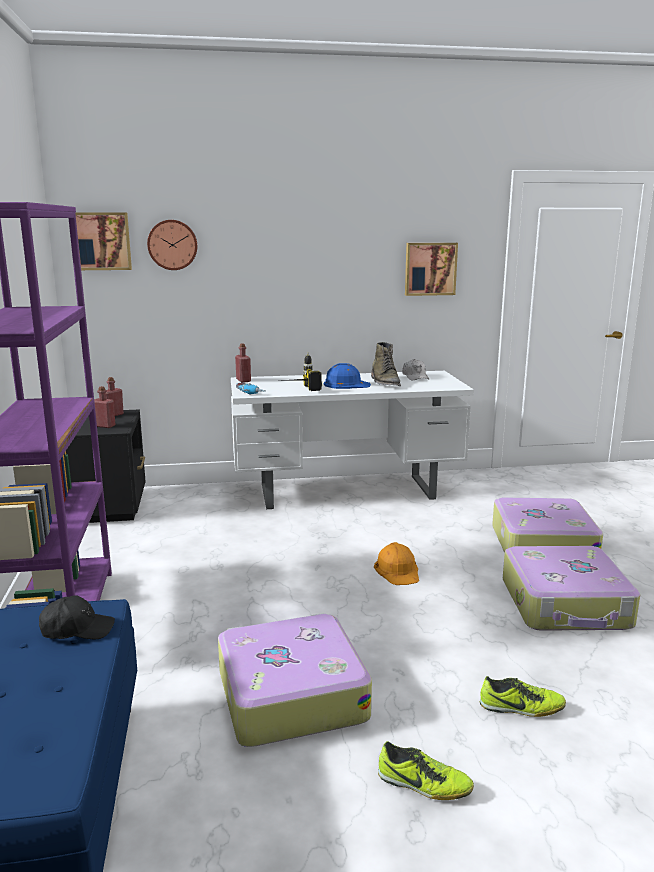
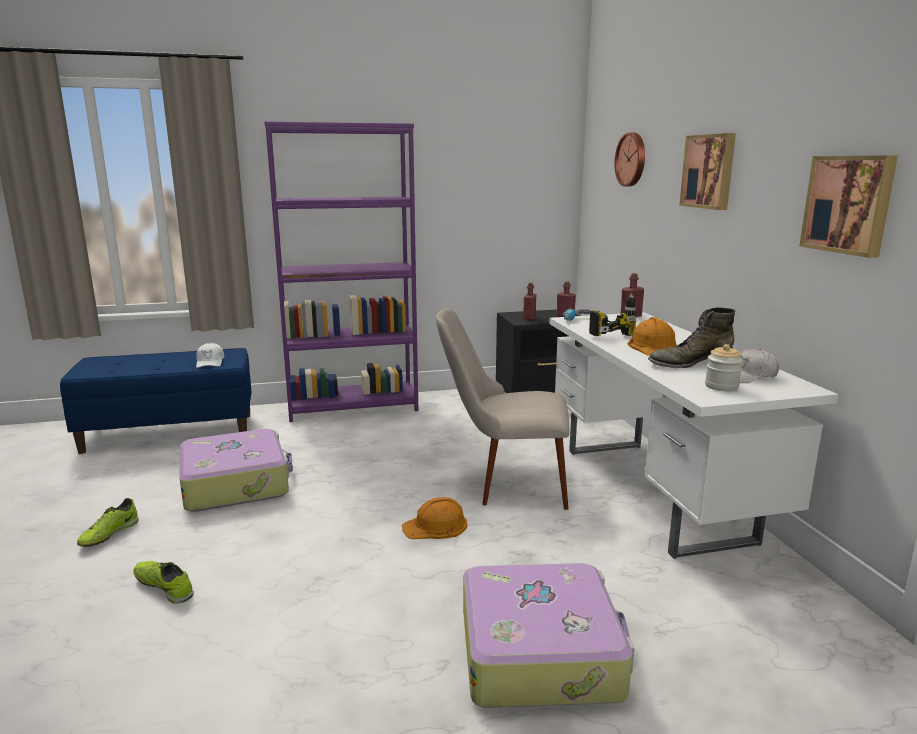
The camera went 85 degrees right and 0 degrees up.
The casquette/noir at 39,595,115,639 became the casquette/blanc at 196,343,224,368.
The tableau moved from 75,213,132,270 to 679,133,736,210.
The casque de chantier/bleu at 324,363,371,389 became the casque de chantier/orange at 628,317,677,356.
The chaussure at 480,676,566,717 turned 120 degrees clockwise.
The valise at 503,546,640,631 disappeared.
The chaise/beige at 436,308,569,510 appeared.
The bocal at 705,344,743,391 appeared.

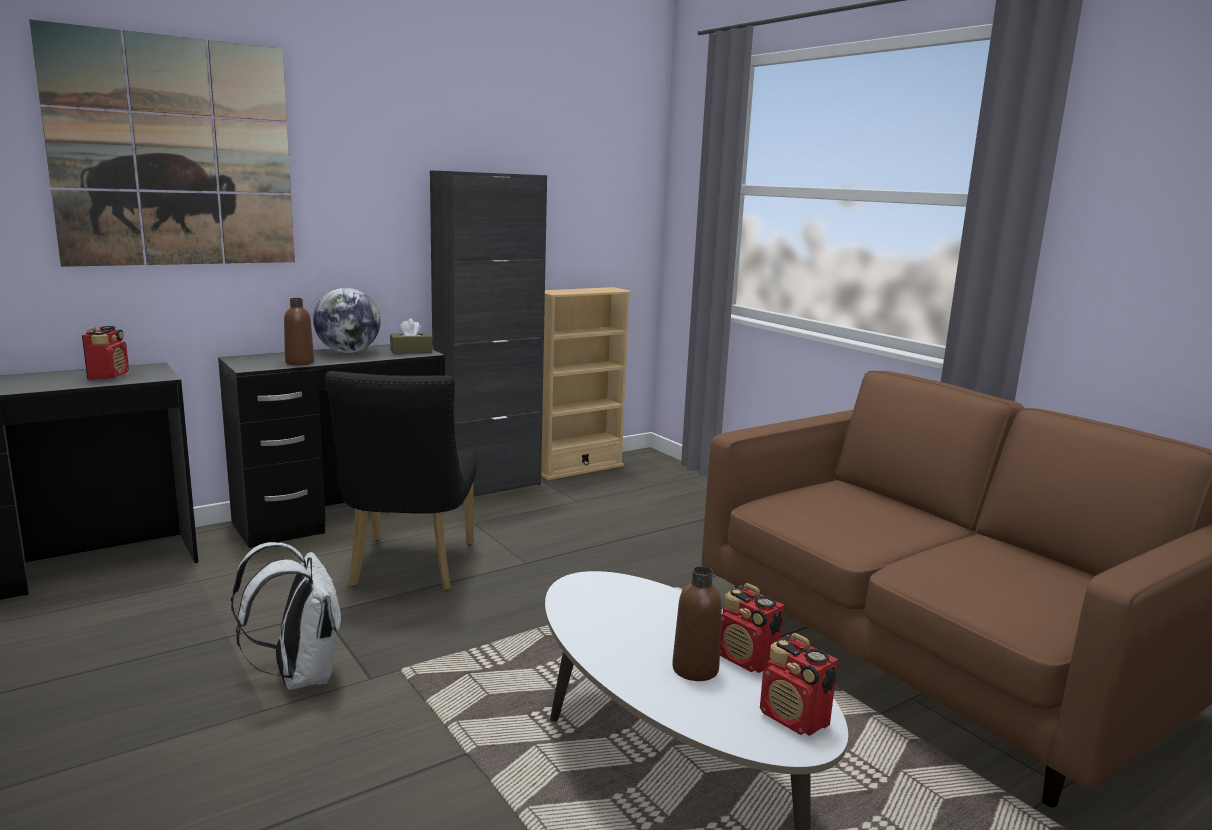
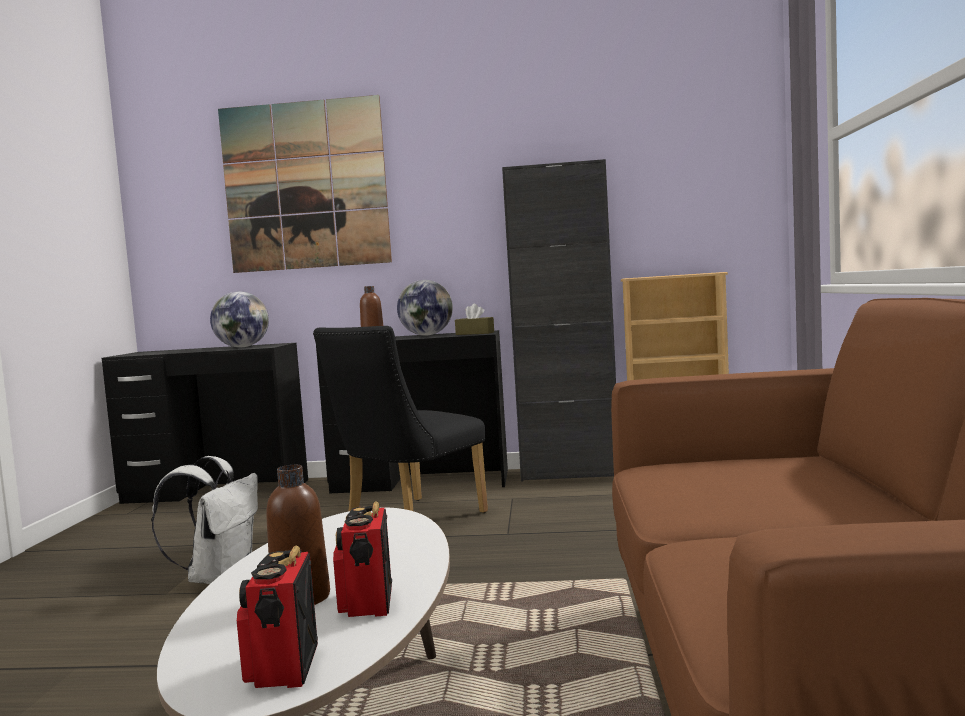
The camera went 40 degrees right and 10 degrees down.
The radio at 82,326,129,380 was replaced by the globe at 210,292,269,347.

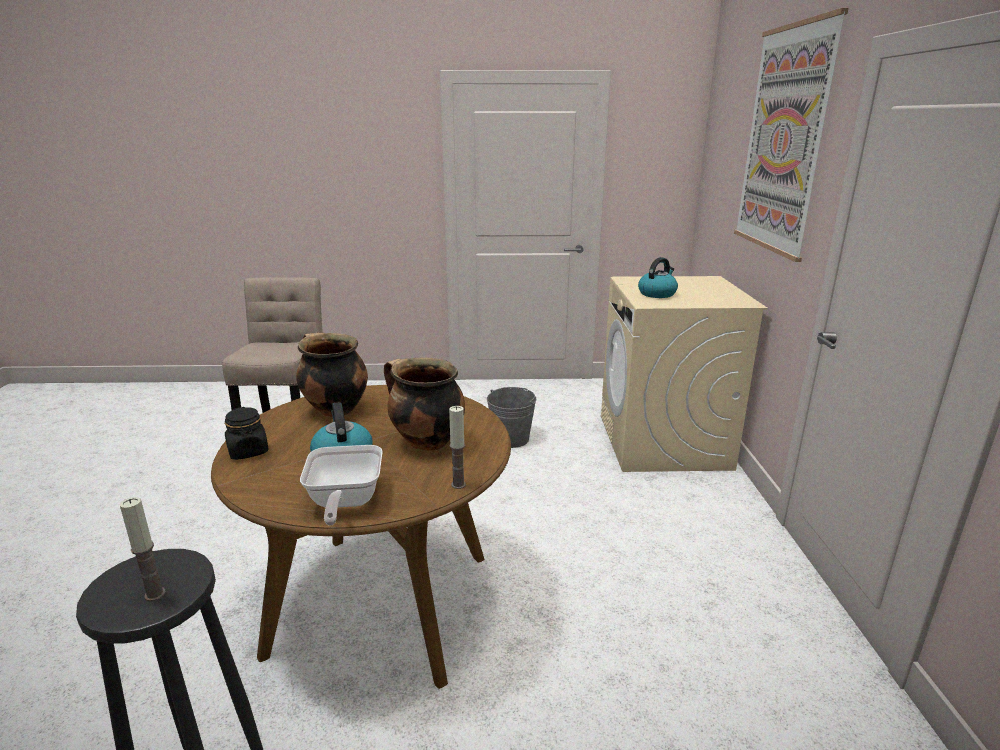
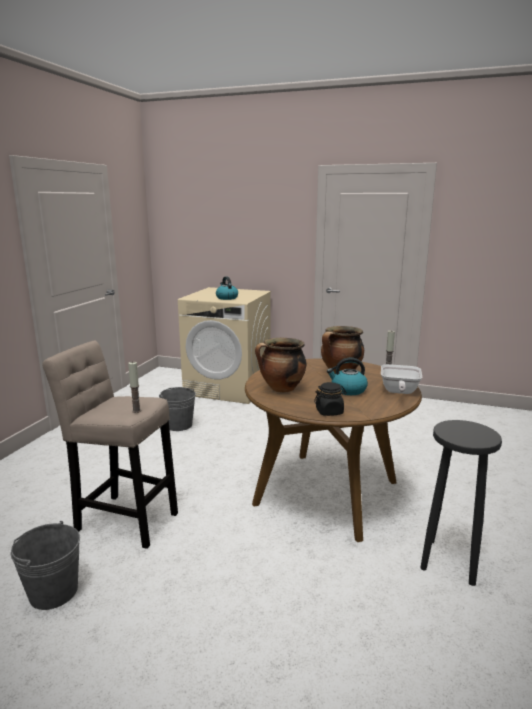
The camera went 70 degrees left and 5 degrees down.
The bougie moved from 120,497,166,601 to 128,361,141,413.
The poêle at 300,445,383,526 turned 90 degrees clockwise.
The tableau at 734,8,848,262 disappeared.
The seau/gris at 11,521,80,610 appeared.

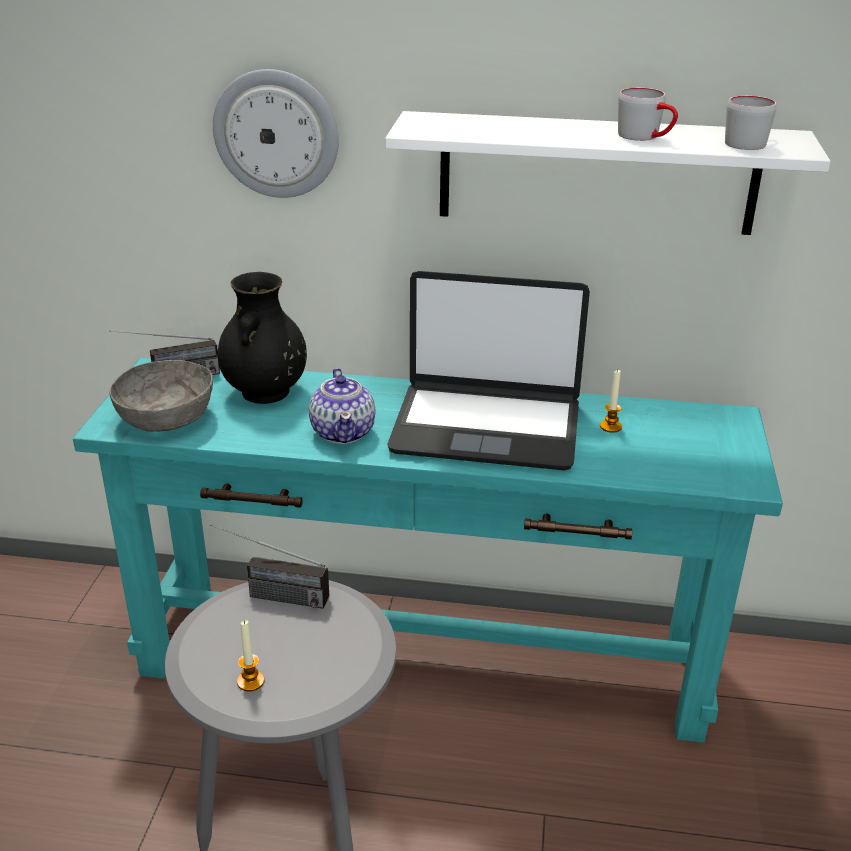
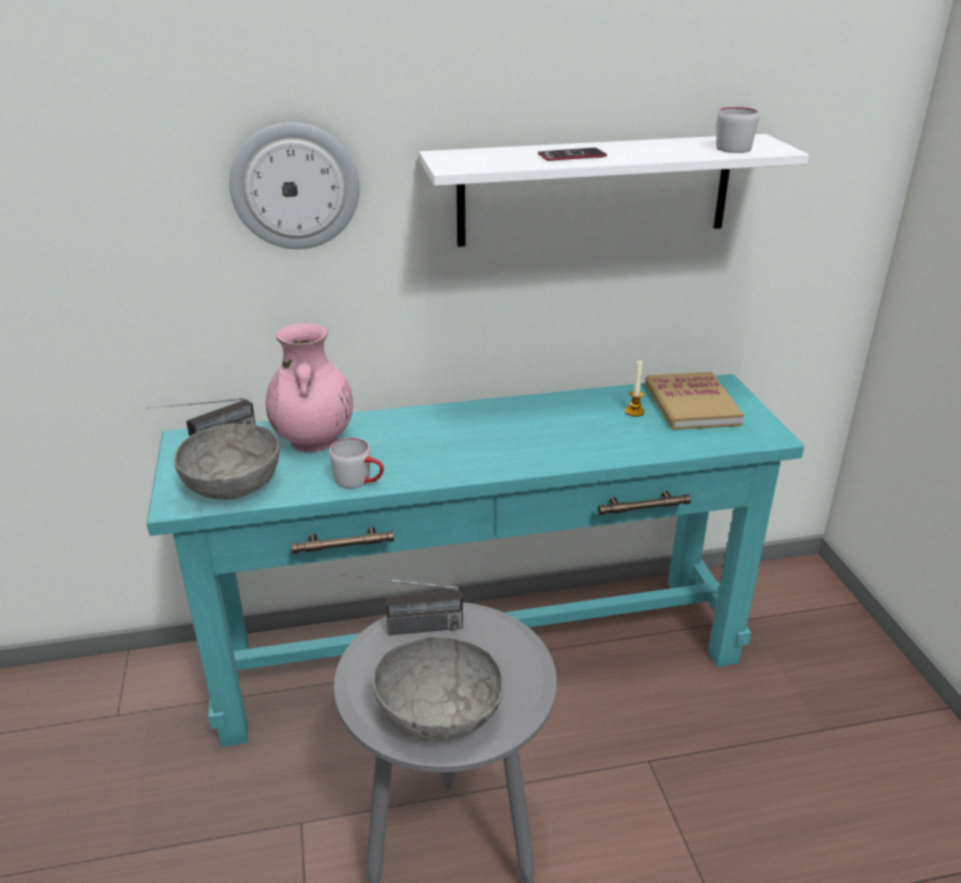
The camera went 20 degrees left and 0 degrees up.
The vase/noir at 218,272,307,404 became the vase/rose at 266,323,353,452.
The bougie at 237,620,265,692 was replaced by the bol/gris at 372,636,504,741.
The théière at 309,368,375,444 disappeared.
The ordinateur portable at 387,271,590,470 disappeared.
The mug/gris moved from 618,88,678,141 to 329,438,384,488.
The téléphone at 538,148,607,161 appeared.
The livre at 645,372,744,430 appeared.

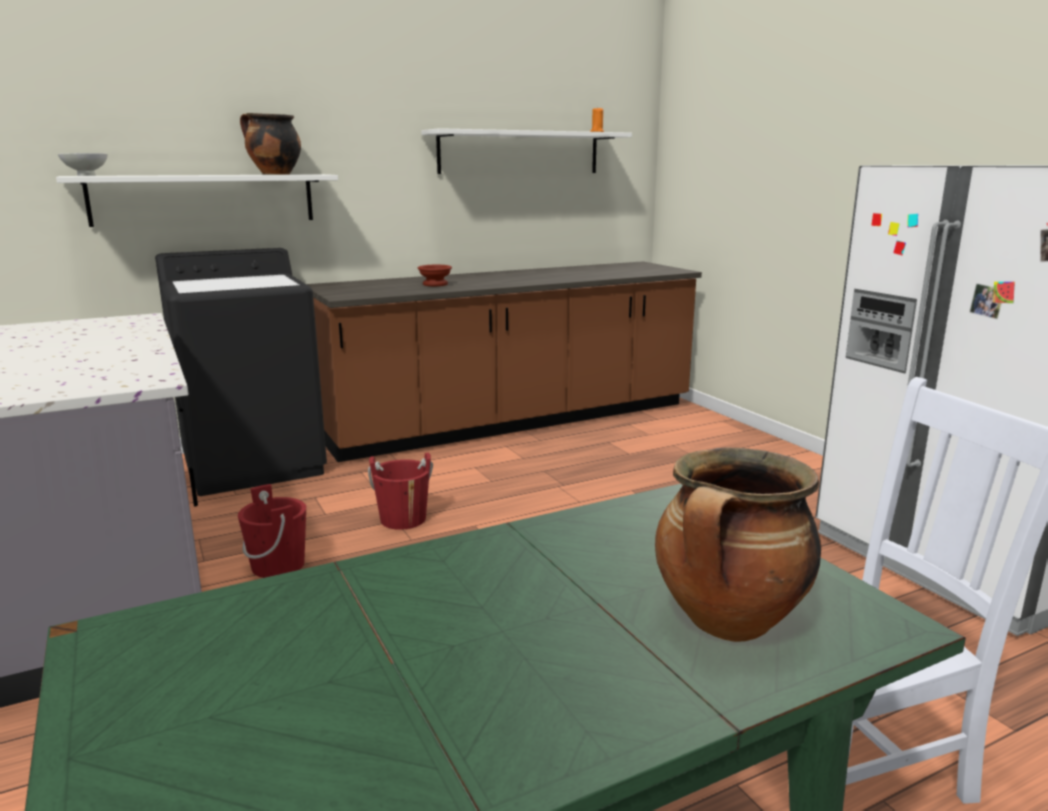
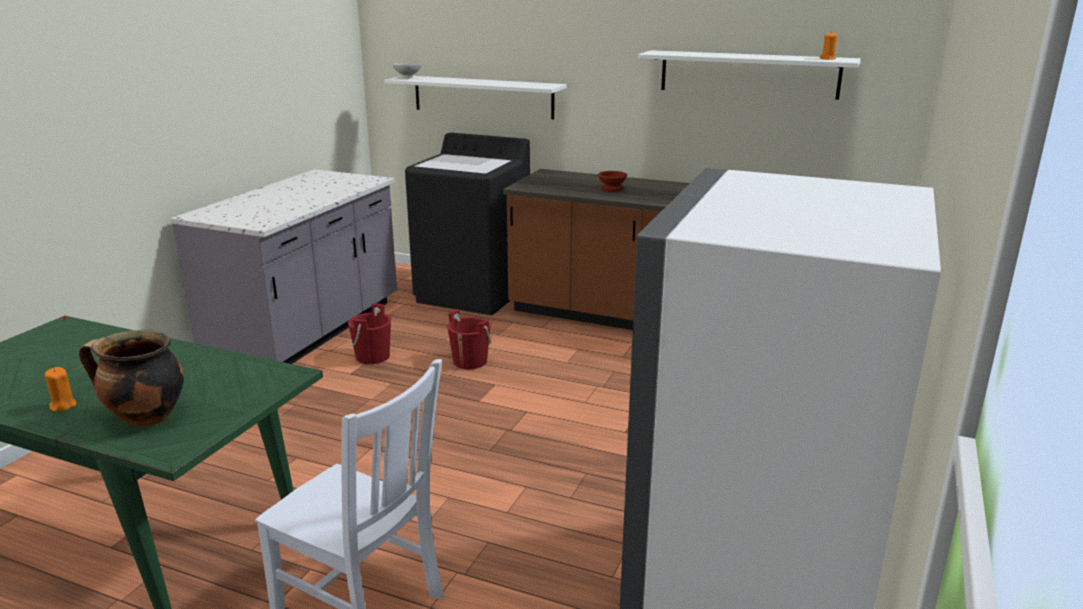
The camera went 50 degrees right and 5 degrees up.
The marmite at 240,113,301,175 disappeared.
The bougie/orange at 45,367,76,412 appeared.

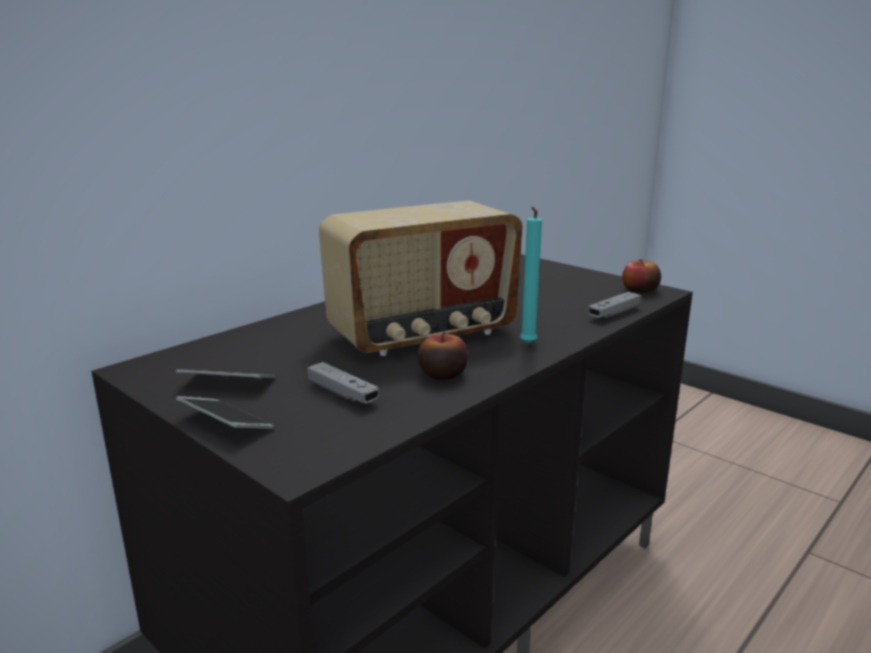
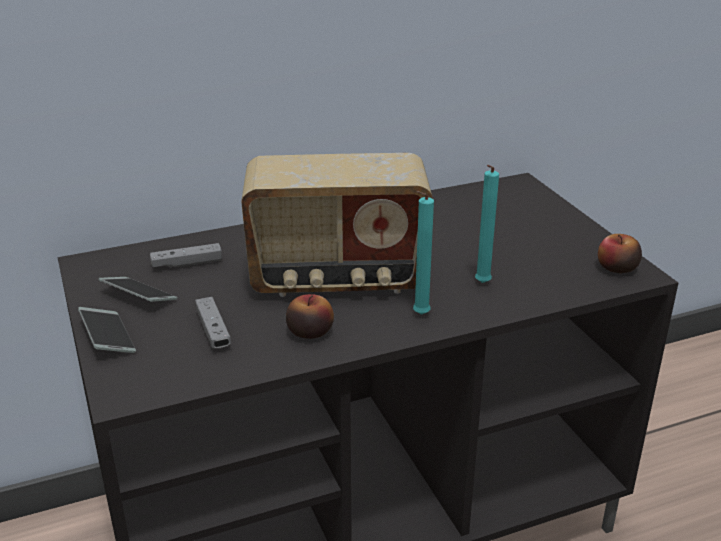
The camera went 25 degrees right and 10 degrees up.
The manette/gris moved from 588,292,641,318 to 150,243,222,268.
The bougie/turquoise at 475,165,499,283 appeared.

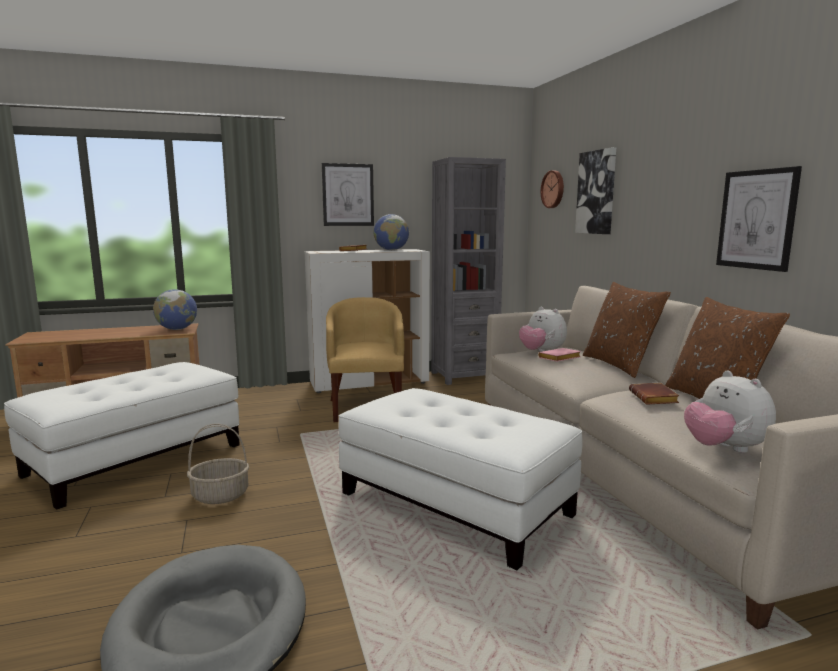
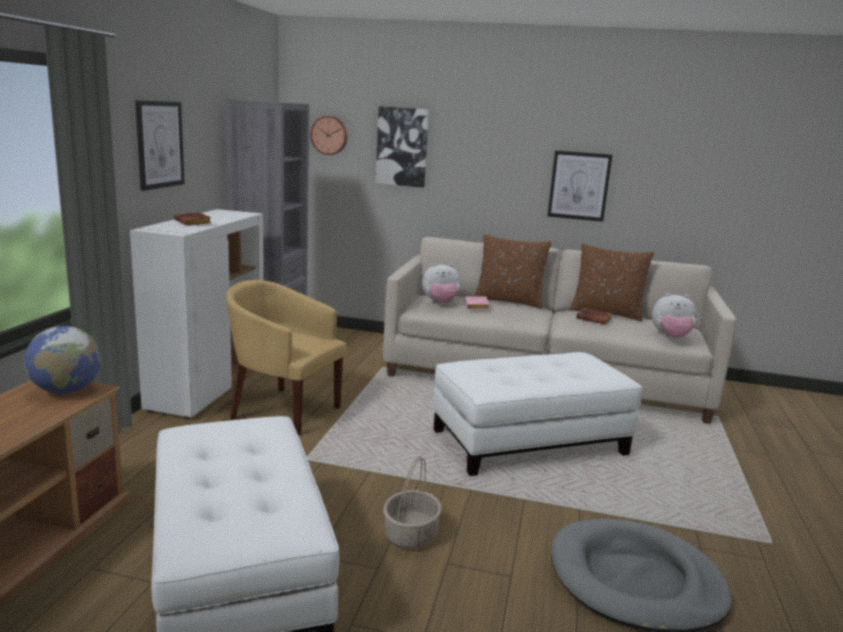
The camera went 60 degrees left and 5 degrees up.
The globe at 374,214,409,250 disappeared.

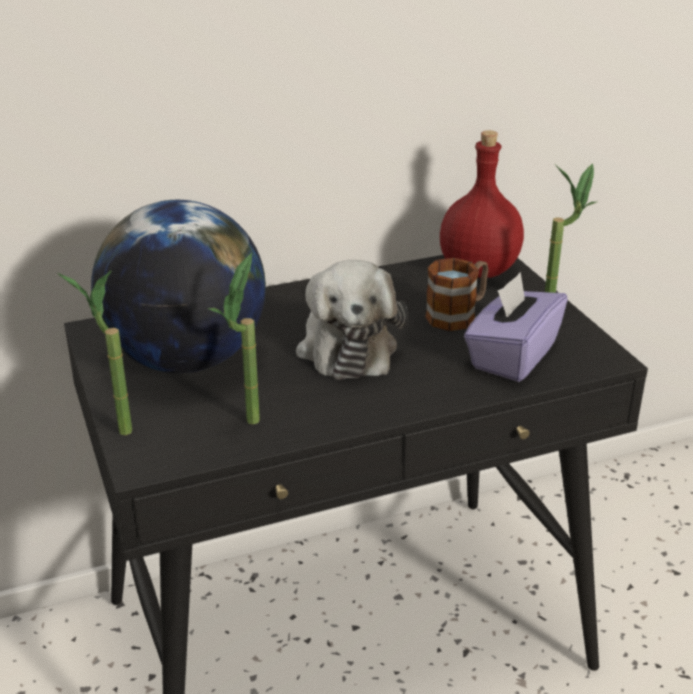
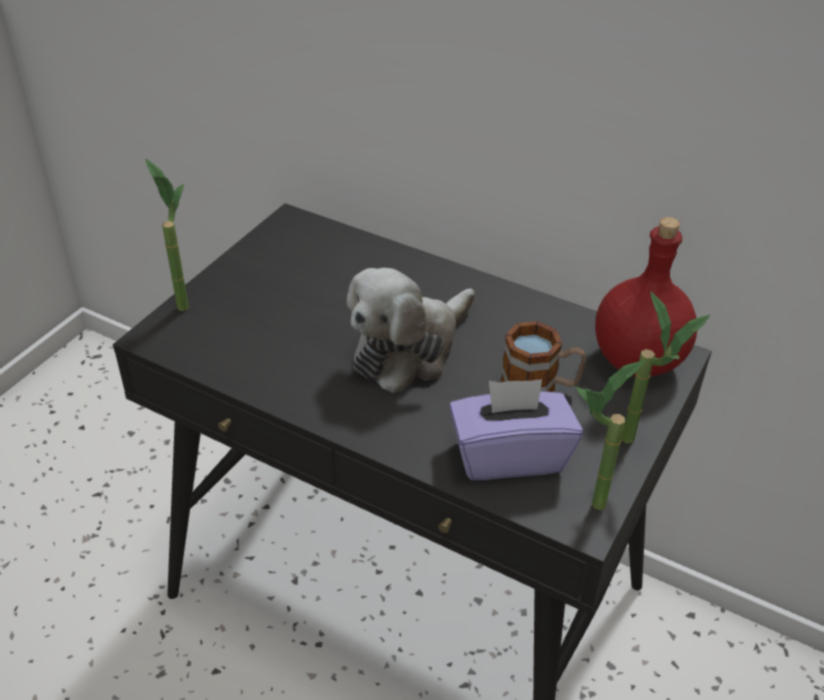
The camera went 50 degrees right and 10 degrees up.
The globe at 91,200,266,373 disappeared.
The plante en pot moved from 207,253,260,424 to 576,361,645,510.

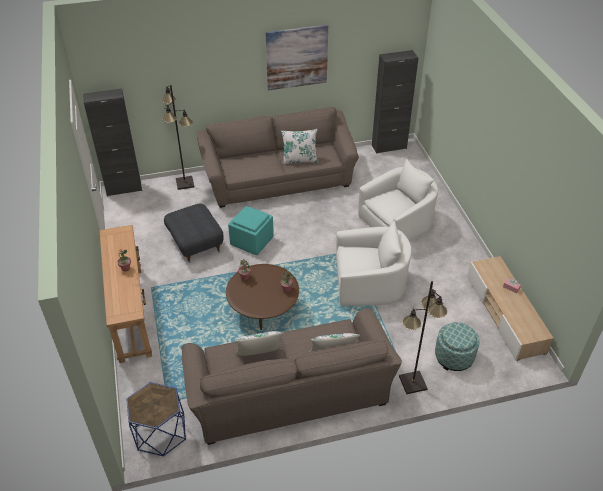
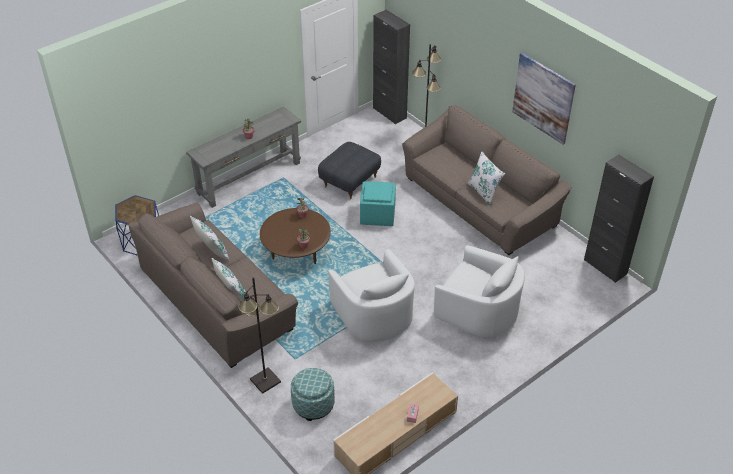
The camera went 65 degrees right and 0 degrees up.
The table console/marron at 99,225,152,363 became the table console/gris at 186,107,301,208.

